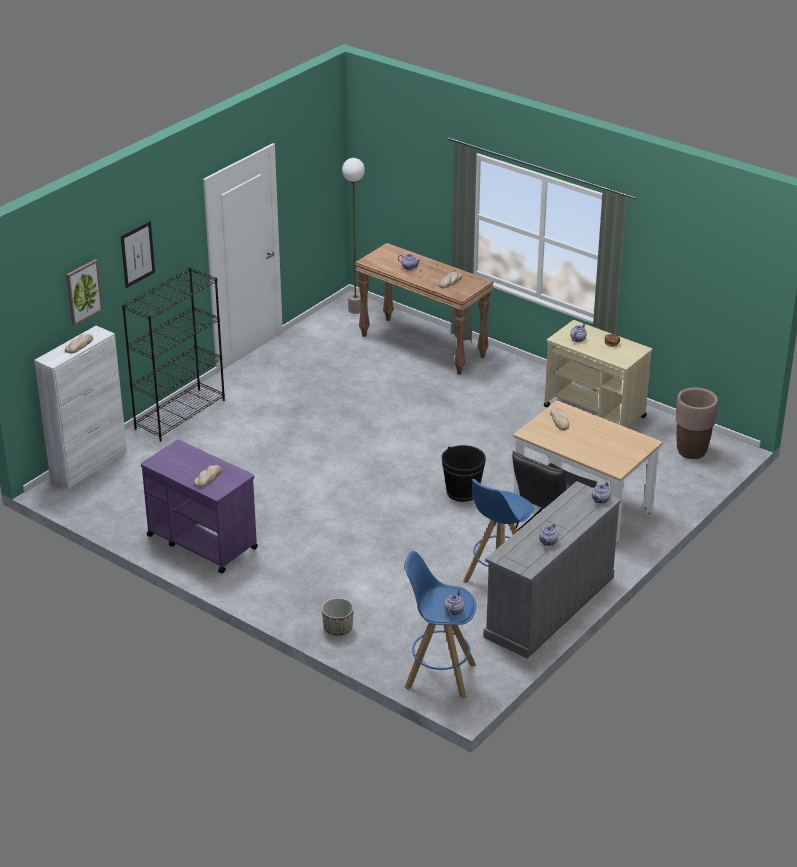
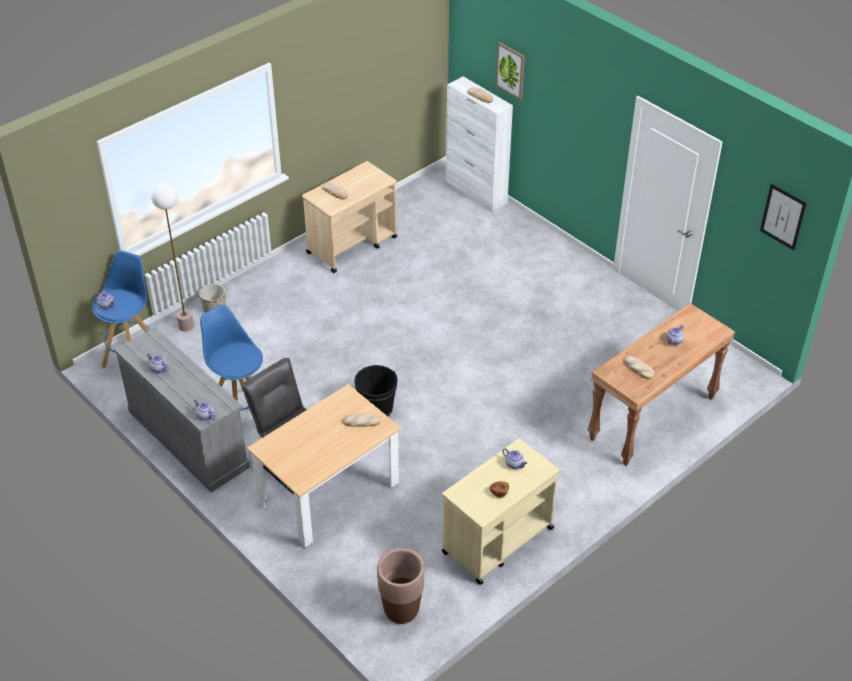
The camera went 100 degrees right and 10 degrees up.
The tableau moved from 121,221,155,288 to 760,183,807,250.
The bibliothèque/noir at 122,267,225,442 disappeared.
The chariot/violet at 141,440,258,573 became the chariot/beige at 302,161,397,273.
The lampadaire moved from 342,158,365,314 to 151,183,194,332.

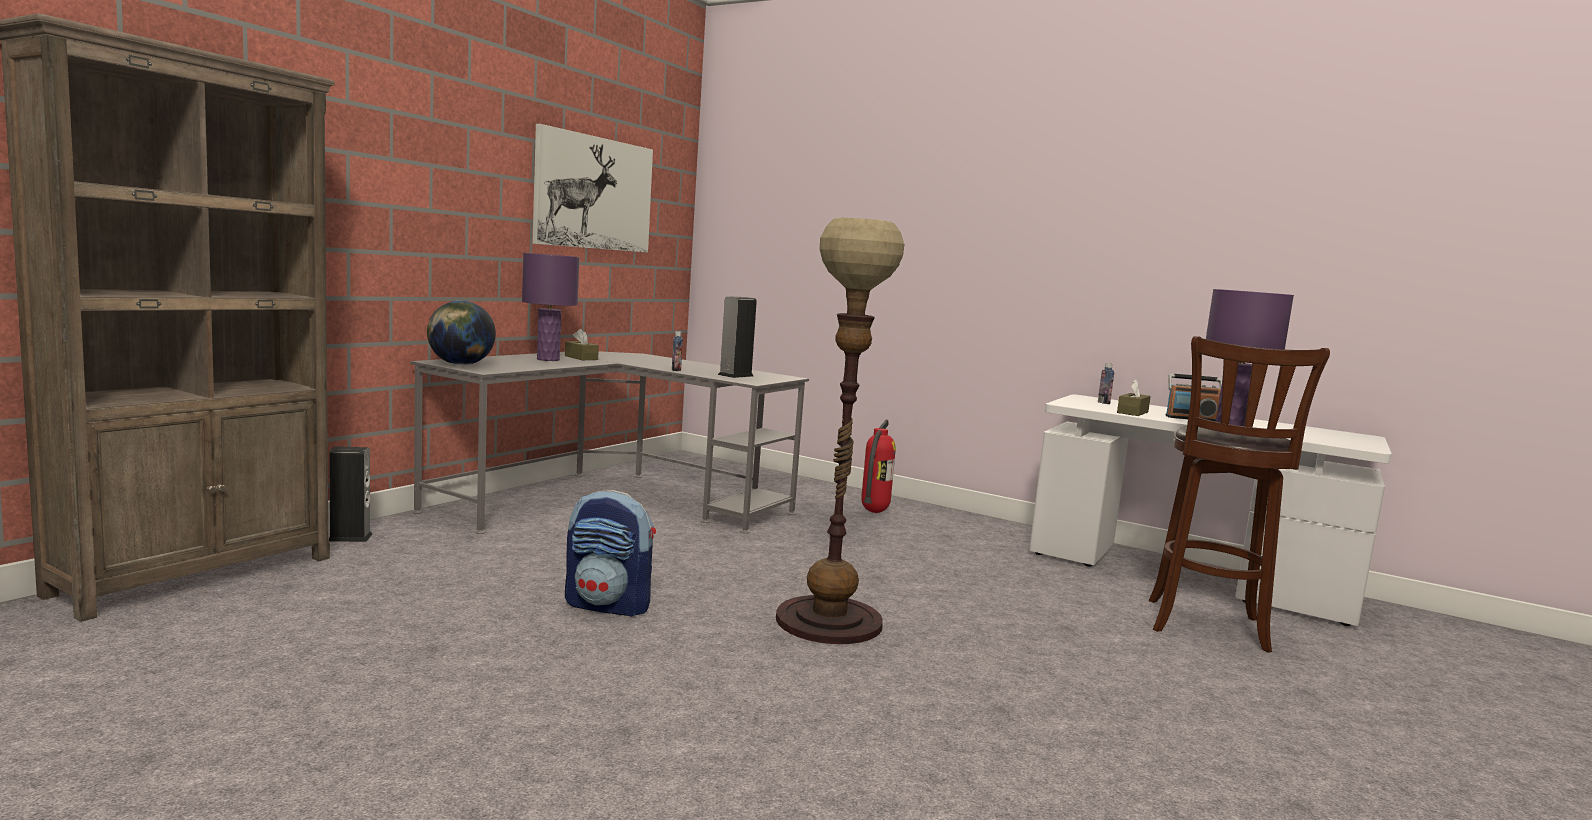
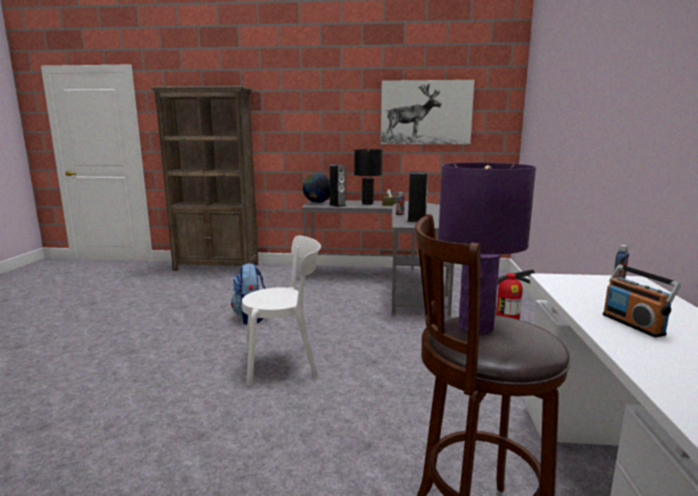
The camera went 65 degrees right and 5 degrees up.
The enceinte moved from 329,446,373,542 to 329,164,346,207.
The lampe de table/violet at 522,253,580,361 became the lampe de table/noir at 354,149,382,205.
The lampadaire at 776,218,905,644 was replaced by the chaise/blanc at 242,236,321,386.
The boîte à mouchoirs/marron at 1117,379,1151,416 disappeared.

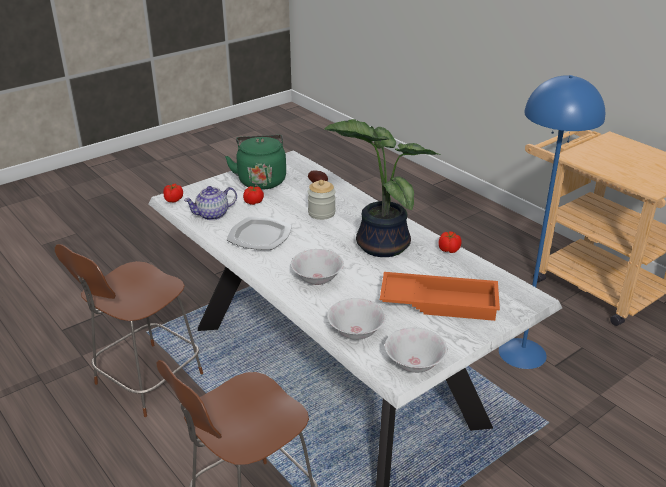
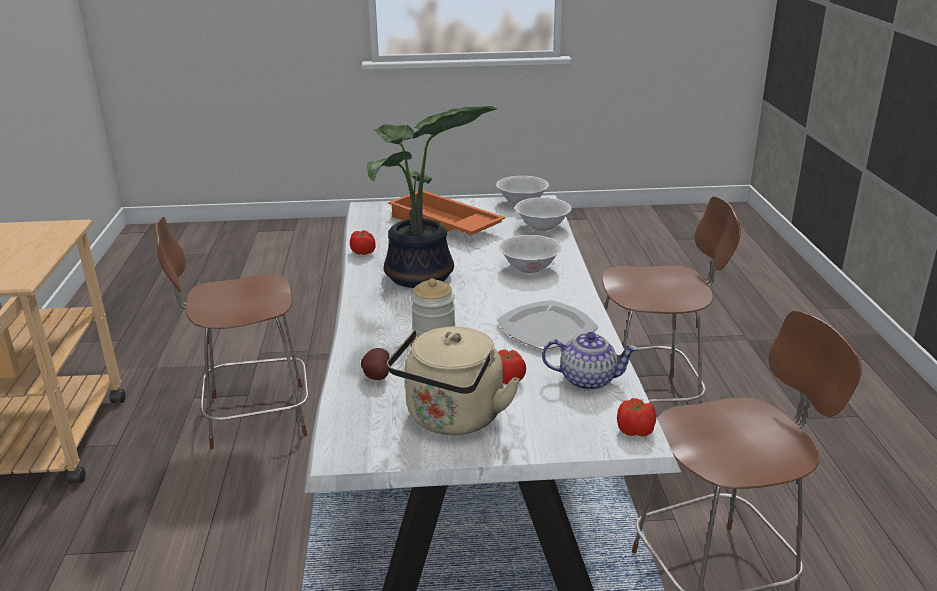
The camera went 145 degrees left and 5 degrees down.
The bouilloire/vert at 225,135,286,190 became the bouilloire/beige at 387,327,520,435.
The lampadaire/bleu at 499,75,605,369 was replaced by the chaise/marron at 155,217,308,449.

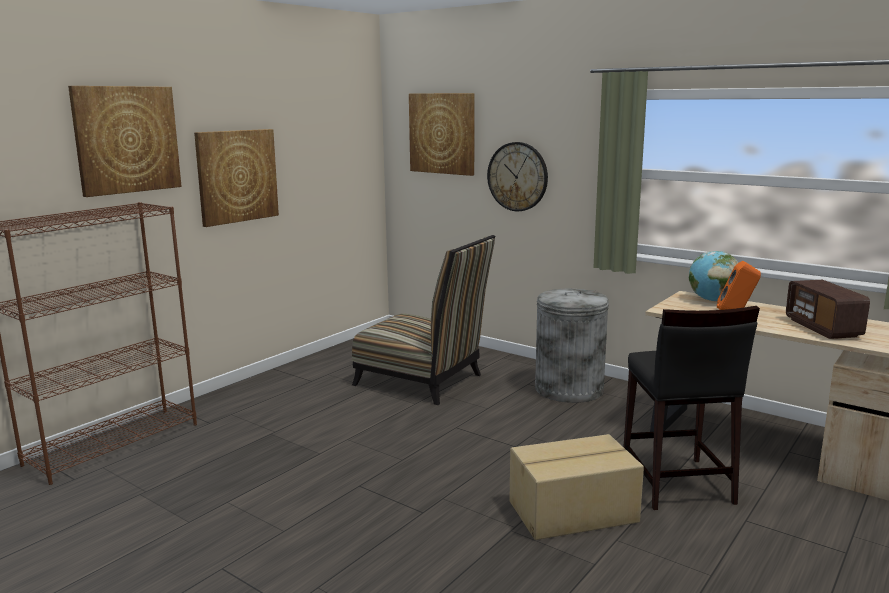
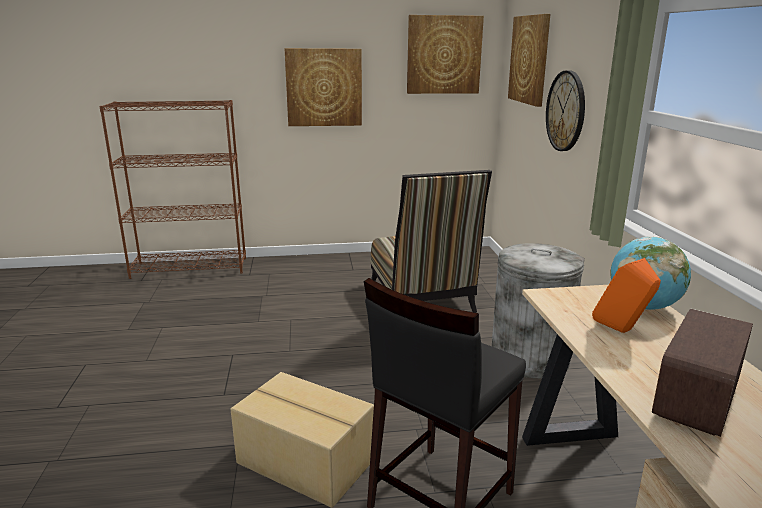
The camera went 45 degrees right and 5 degrees up.
The tableau moved from 68,86,182,197 to 407,15,484,94.

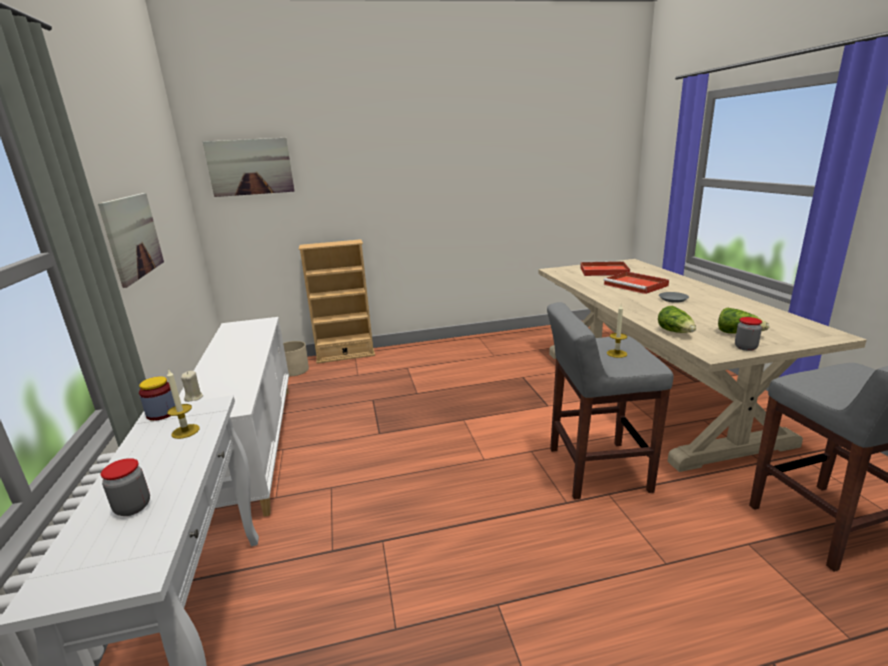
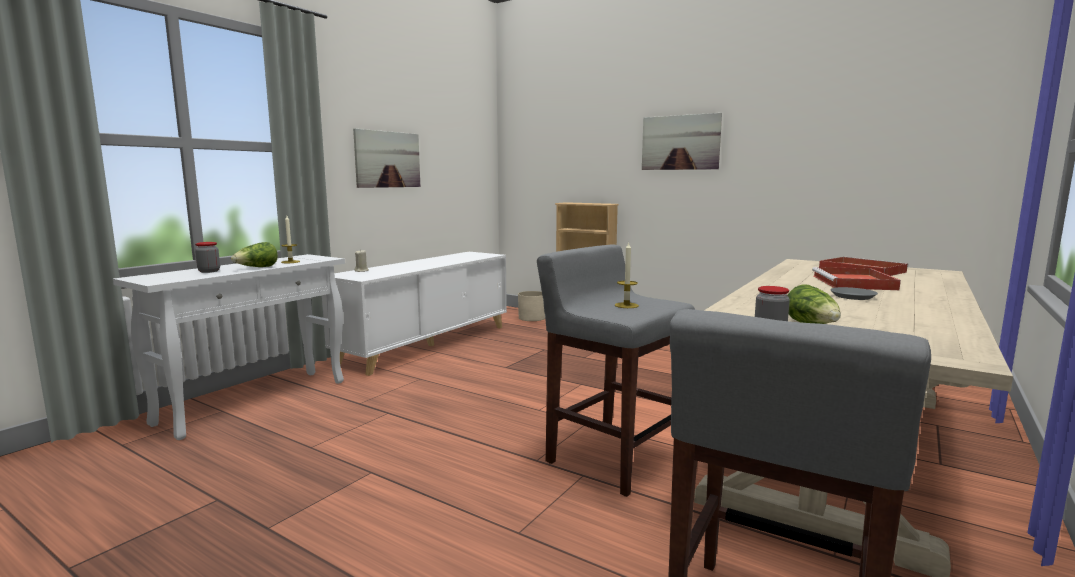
The camera went 45 degrees right and 10 degrees down.
The bocal at 139,376,175,421 disappeared.
The tableau moved from 203,138,295,197 to 642,113,722,170.
The laitue moved from 658,306,696,333 to 231,242,278,267.

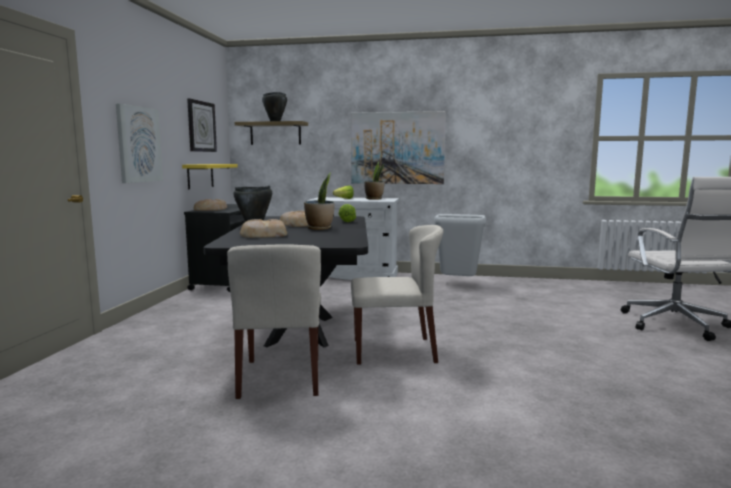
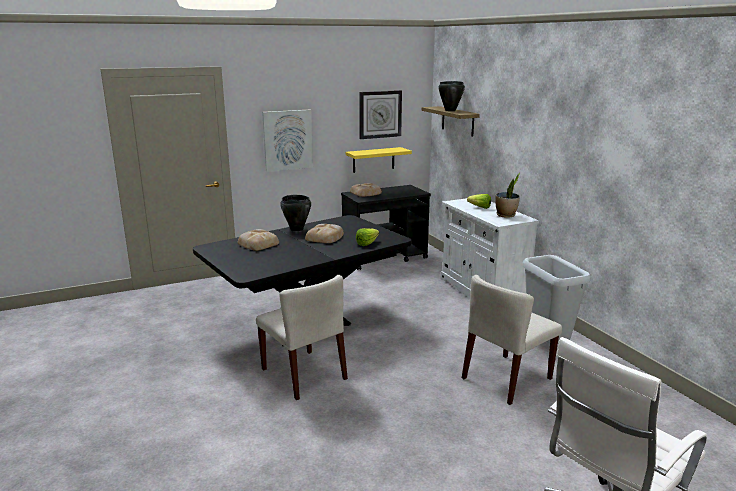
The camera went 55 degrees right and 10 degrees up.
The chaise/beige moved from 227,244,321,399 to 462,275,562,405.
The plante en pot at 304,172,335,230 disappeared.
The tableau at 351,111,446,184 disappeared.

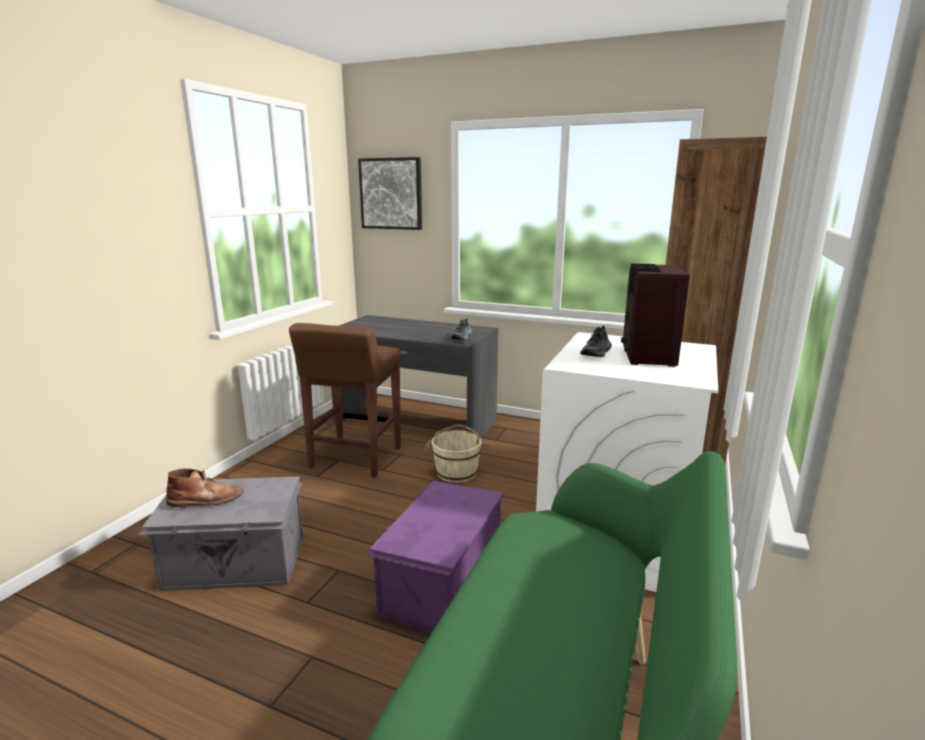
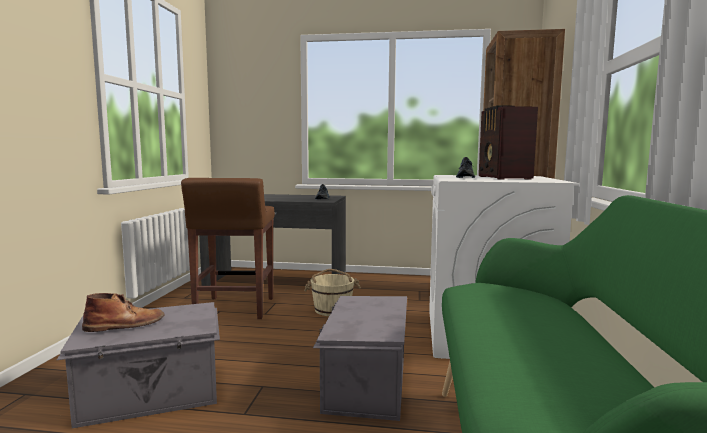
The camera went 15 degrees left and 10 degrees down.
The tableau at 358,157,422,230 disappeared.
The boîte de rangement/violet at 366,481,504,634 became the boîte de rangement/gris at 313,296,407,421.

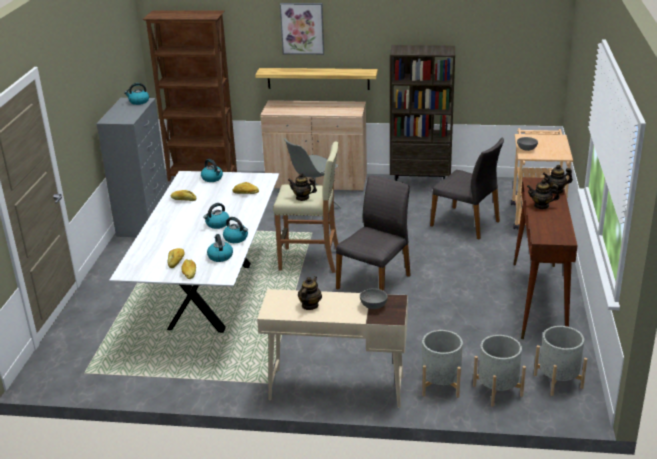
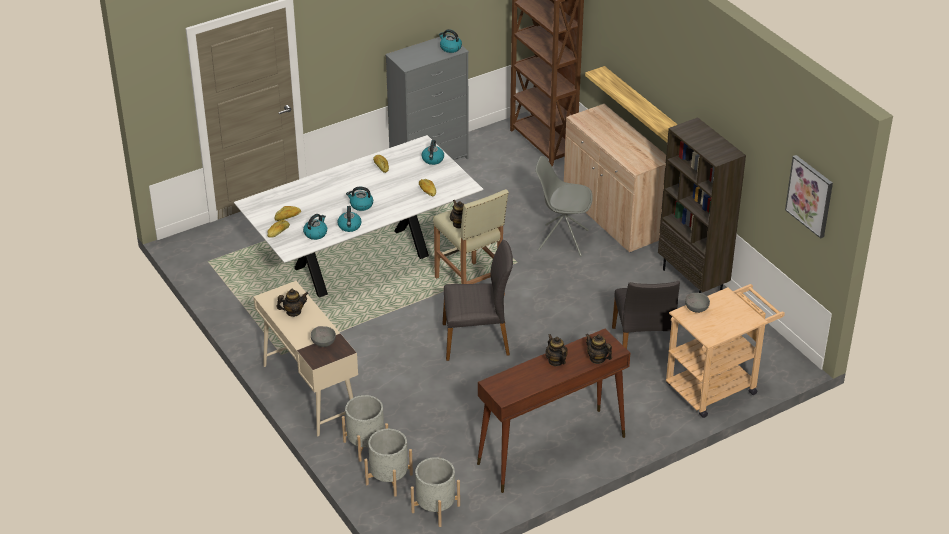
The camera went 50 degrees right and 10 degrees up.
The tableau moved from 280,3,324,55 to 785,155,833,239.

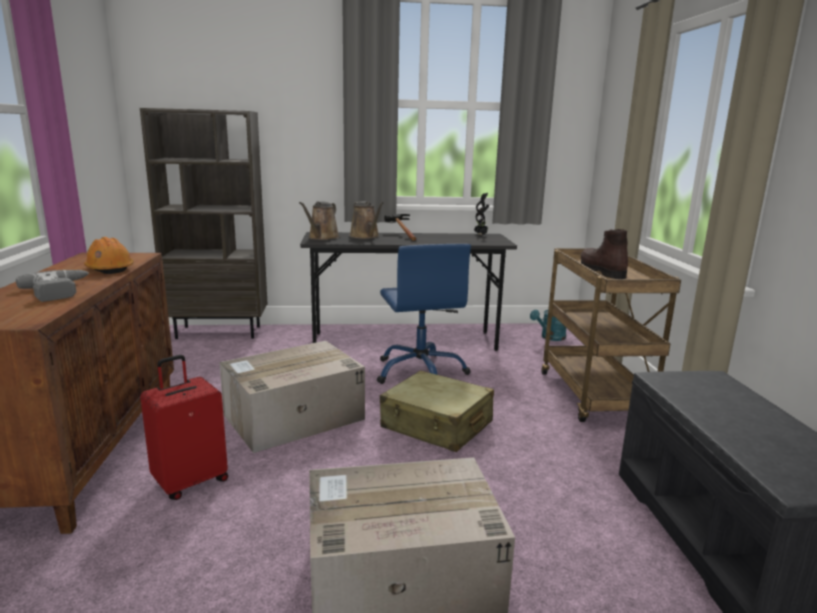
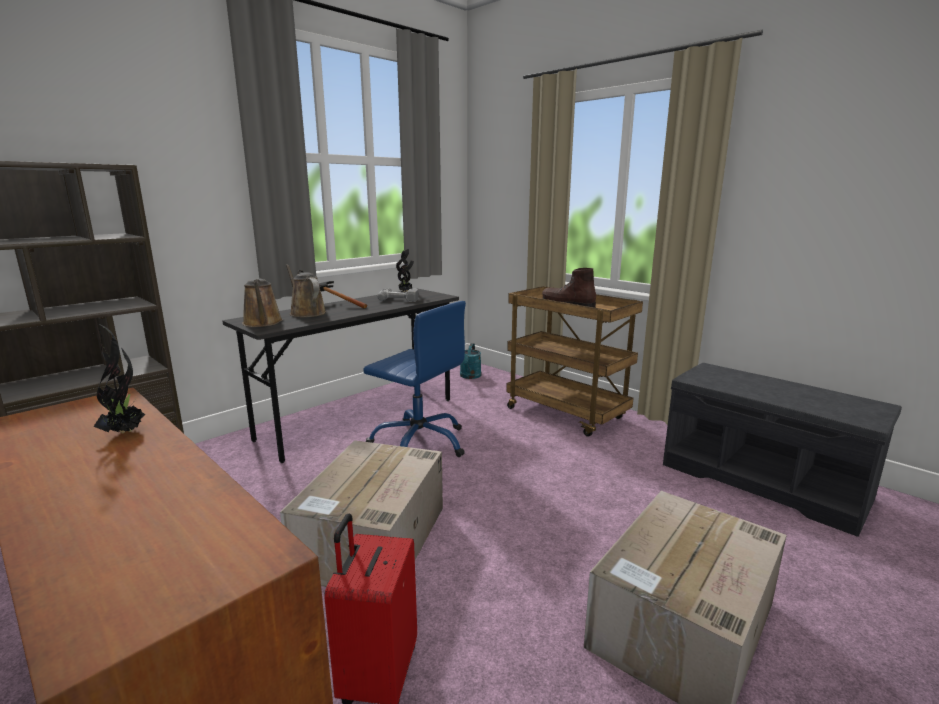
The camera went 40 degrees left and 0 degrees up.
The perceuse moved from 16,270,89,302 to 378,288,419,302.
The casque de chantier/orange at 84,237,134,274 was replaced by the plante en pot at 93,325,145,434.
The arrosoir/marron at 350,201,384,239 turned 150 degrees counterclockwise.
The valise/beige at 380,370,494,452 disappeared.

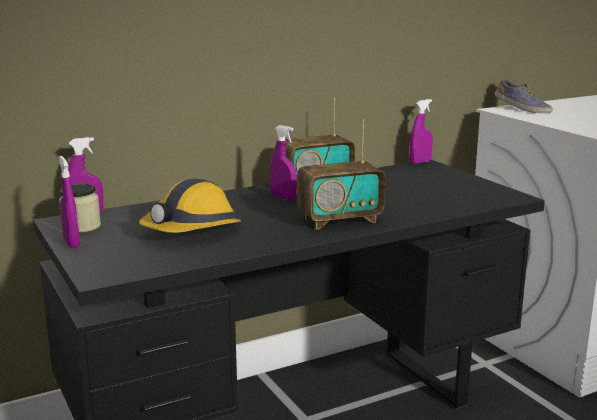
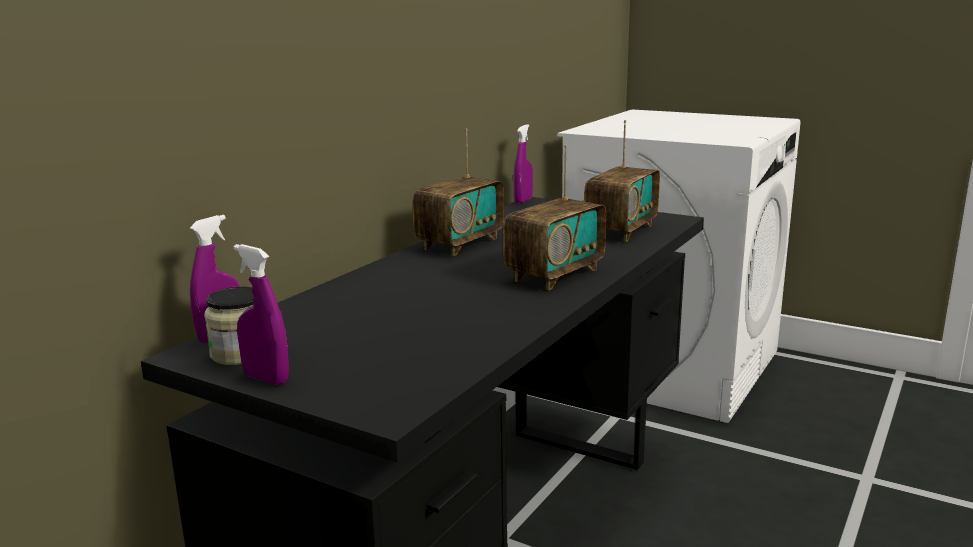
The camera went 30 degrees left and 0 degrees up.
The casque de chantier at 139,178,241,233 disappeared.
The vaporisateur/violet at 270,125,297,200 disappeared.
The chaussure at 495,78,553,113 disappeared.
The radio at 584,120,660,242 appeared.

